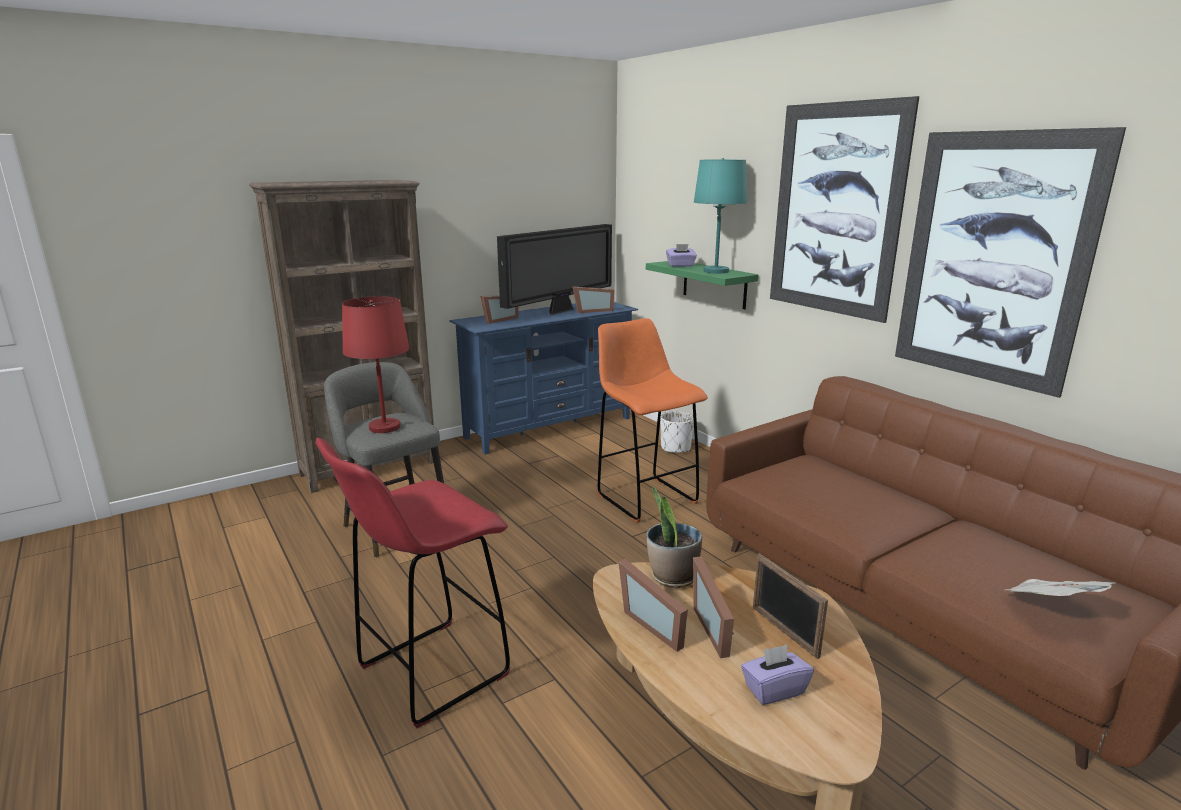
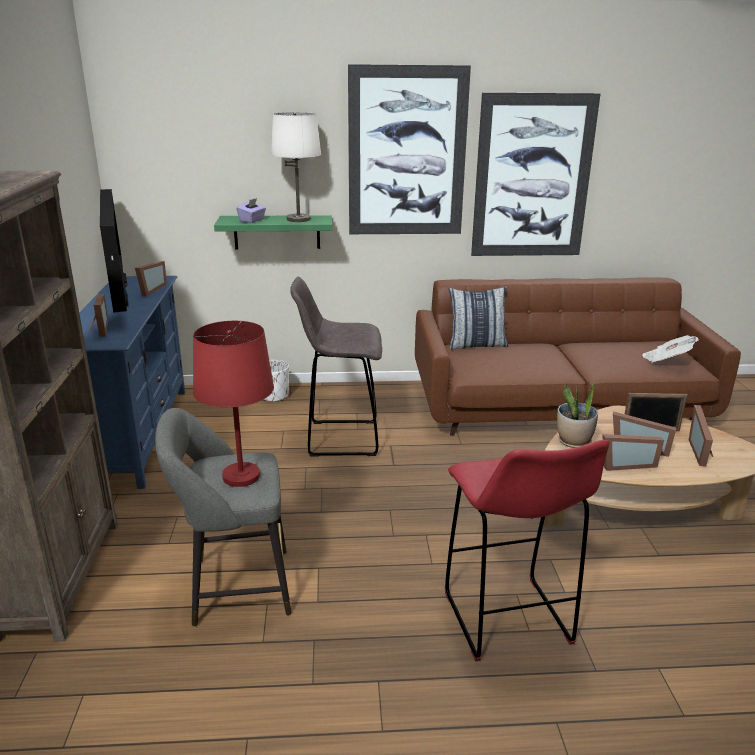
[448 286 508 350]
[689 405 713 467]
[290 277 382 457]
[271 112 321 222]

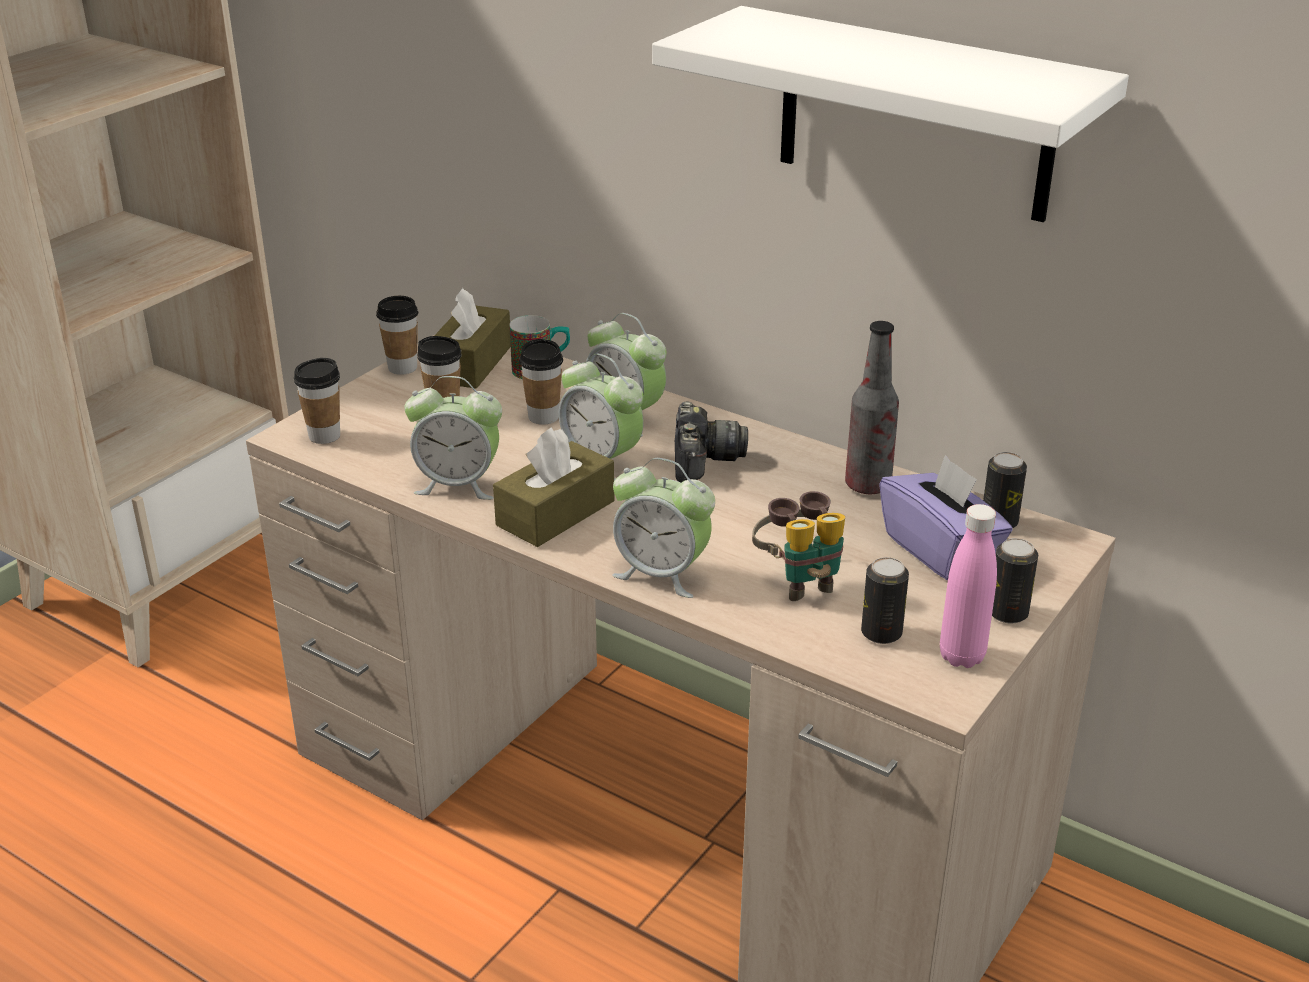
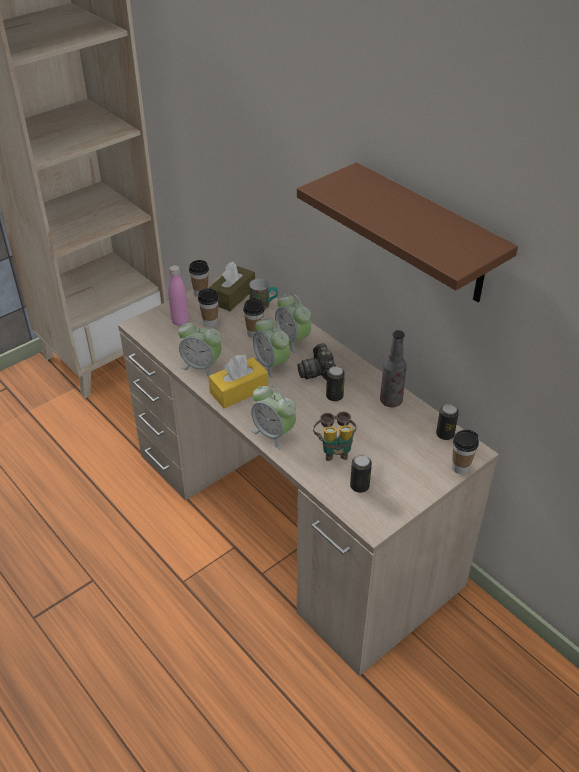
[879 455 1013 580] (first image)
[452 430 479 474]
[168 265 189 326]
[326 366 345 401]
[209 355 268 408]
[297 162 518 302]
[297 343 336 381]

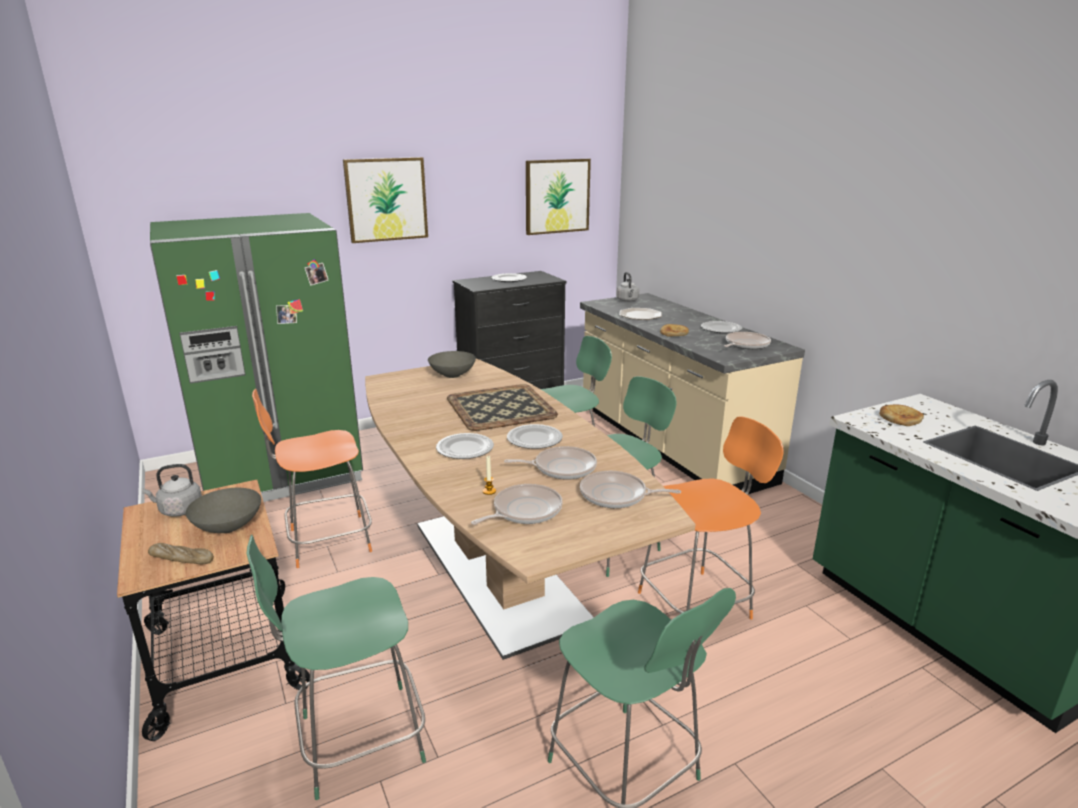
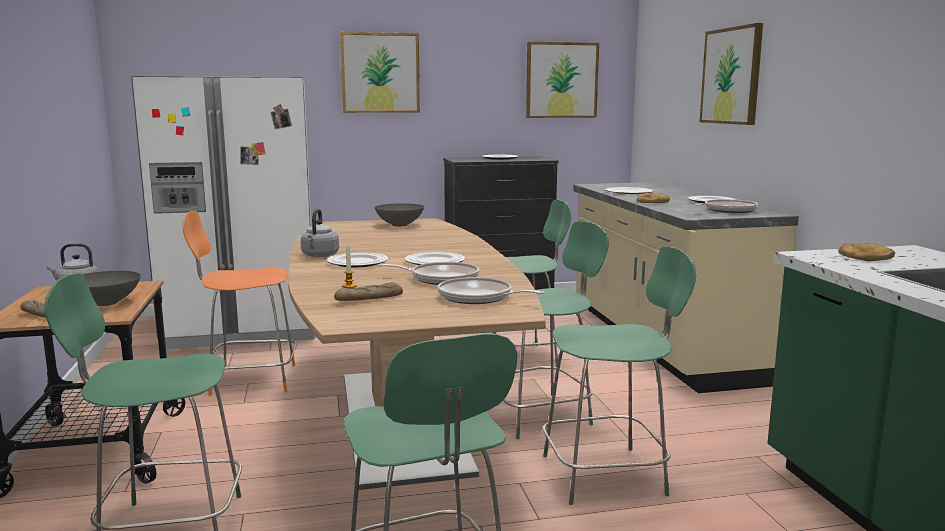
[447 384 558 431] (first image)
[700 23 763 125]
[301 209 339 257]
[334 282 403 301]
[131 76 316 349]
[543 246 696 505]

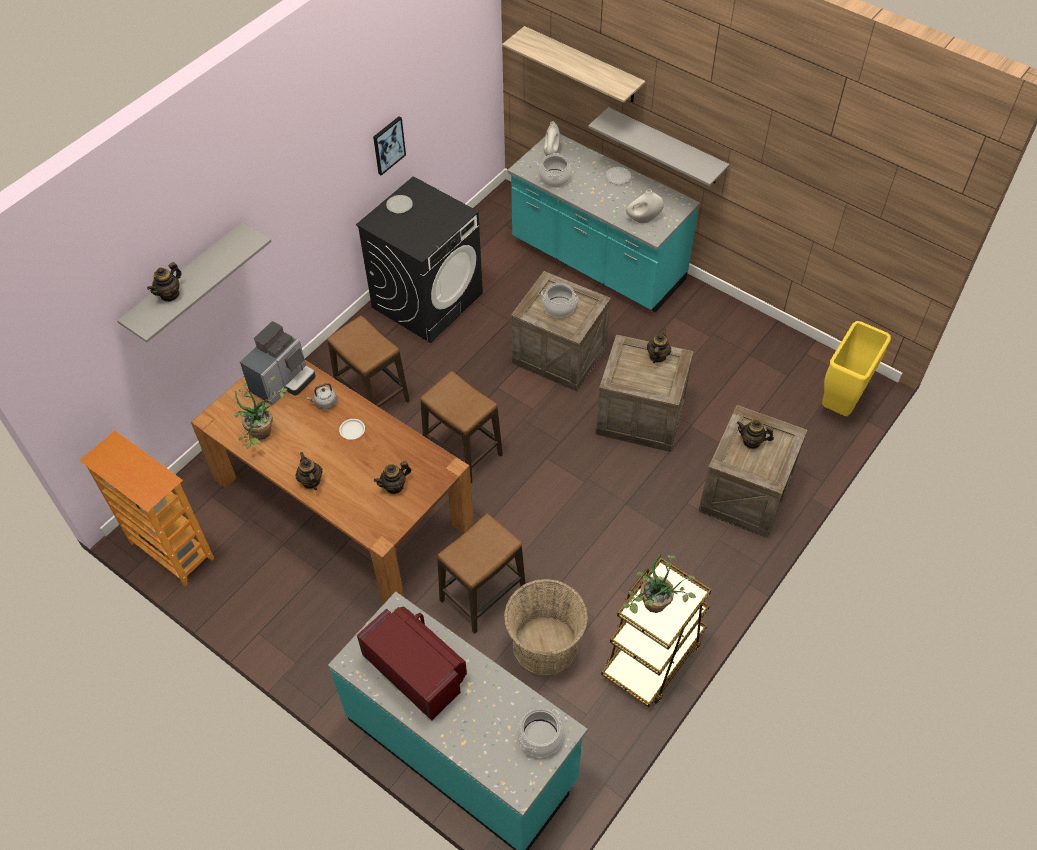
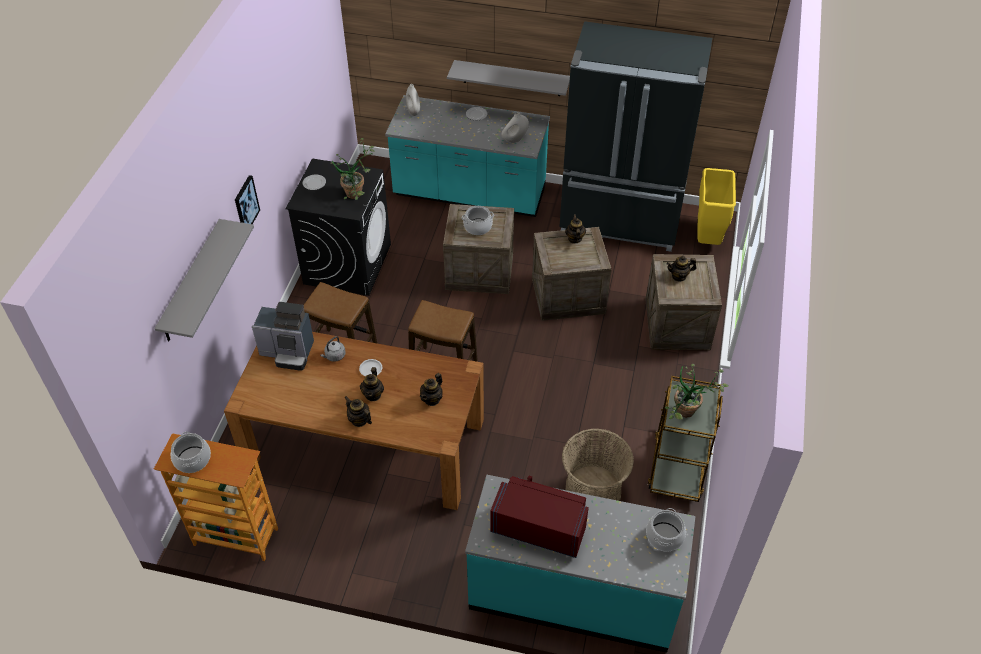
[437 514 525 634] (first image)
[502 26 645 103] (first image)
[559 21 712 252]
[360 367 384 401]
[330 138 375 200]
[235 175 260 224]
[171 432 211 473]
[252 302 314 371]

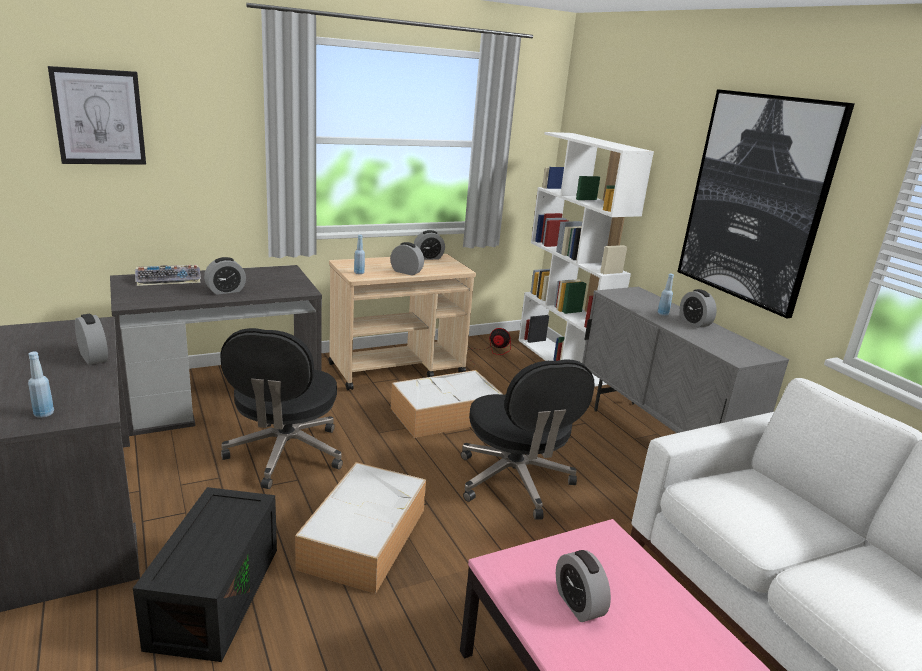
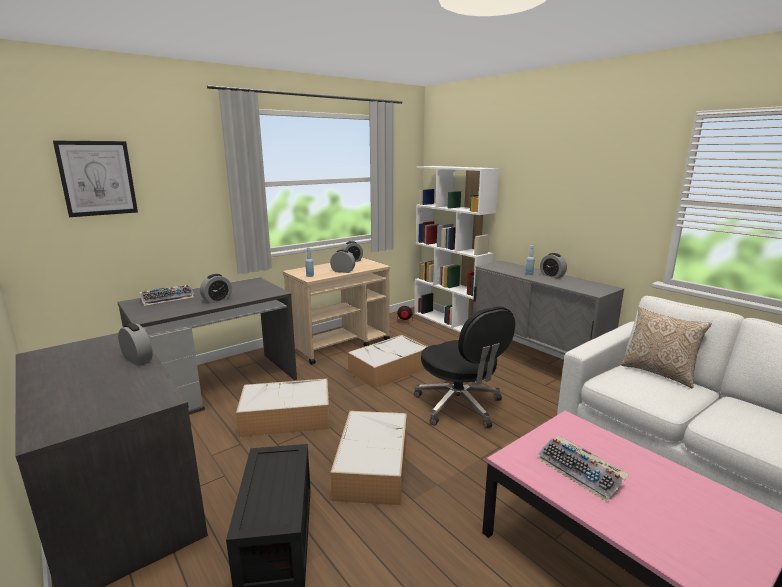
[28 352 54 418] (first image)
[677 89 855 318] (first image)
[621 307 712 388]
[236 378 330 437]
[537 435 629 502]

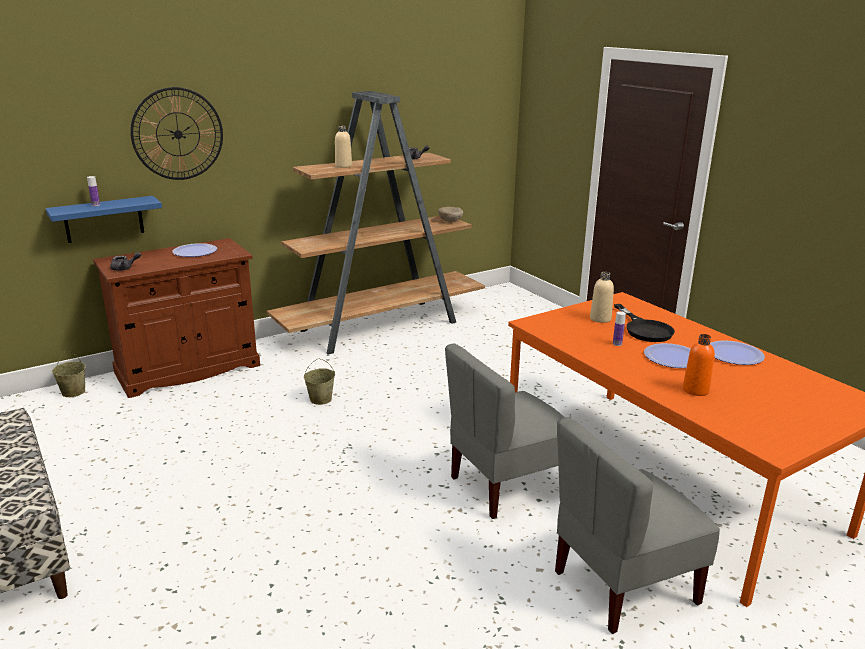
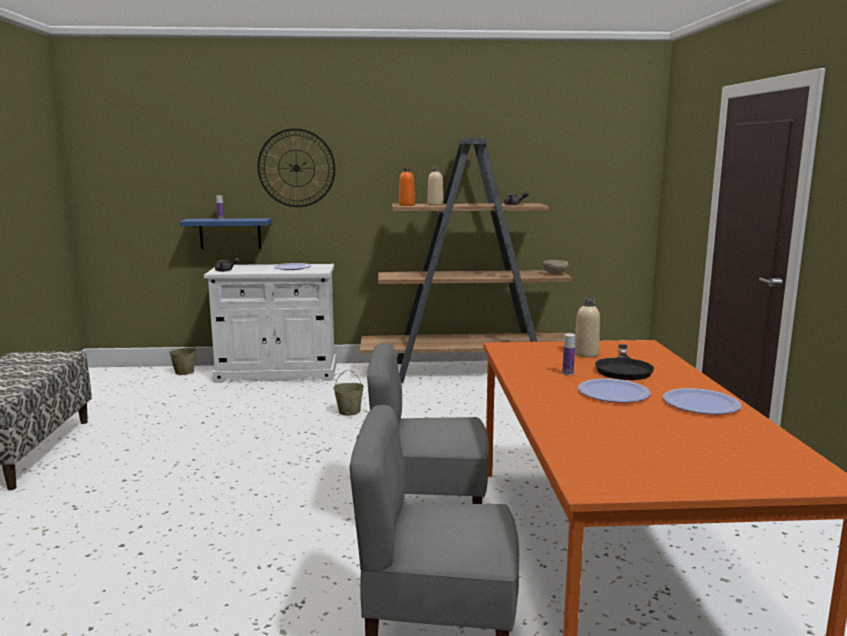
[399 167 415 206]
[204 264 337 383]

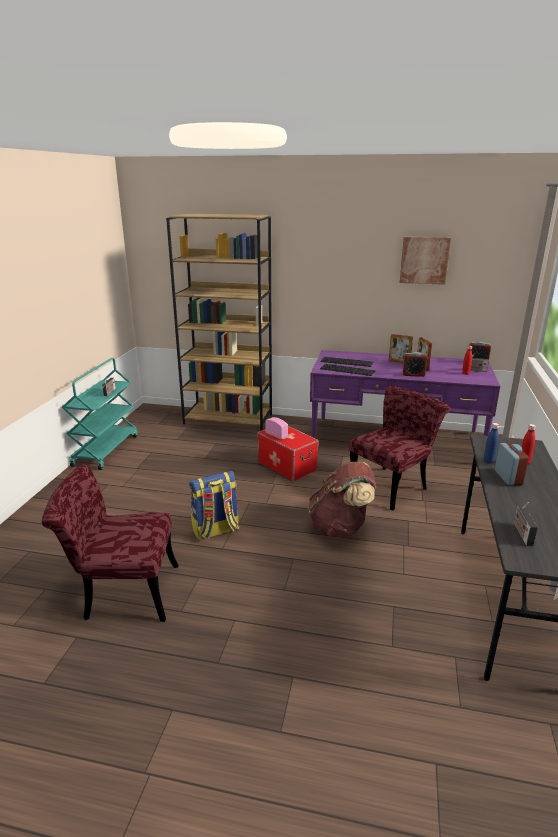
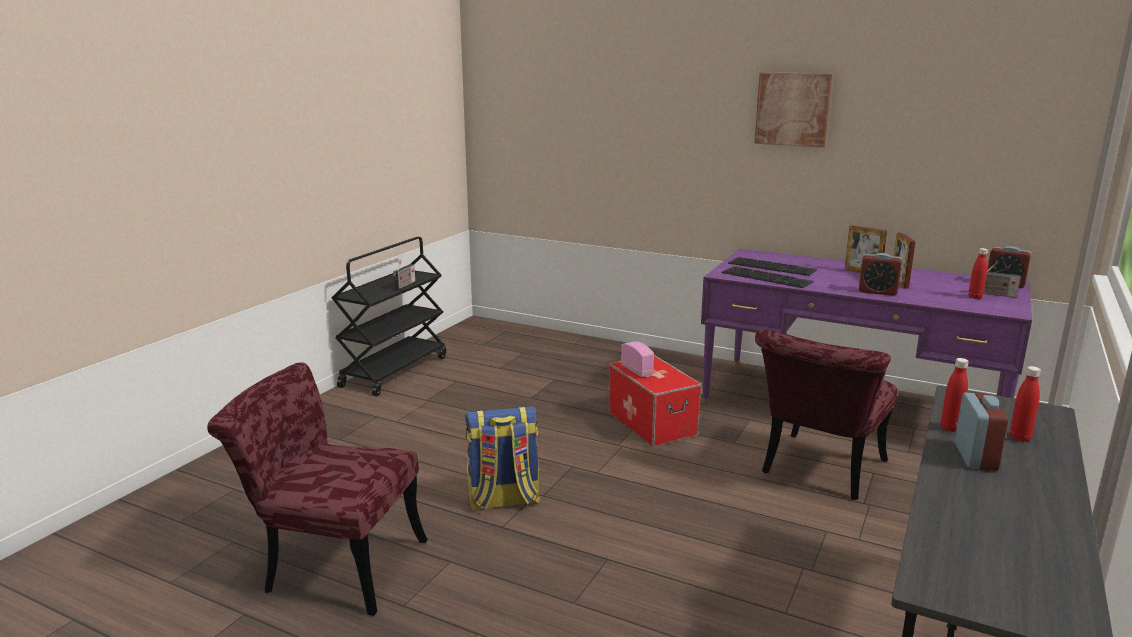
[166 214 272 431] (first image)
[309 461 376 538] (first image)
[514 502 538 546] (first image)
[754 72 833 148]
[332 237 446 396]
[941 358 969 432]
[755 329 897 500]

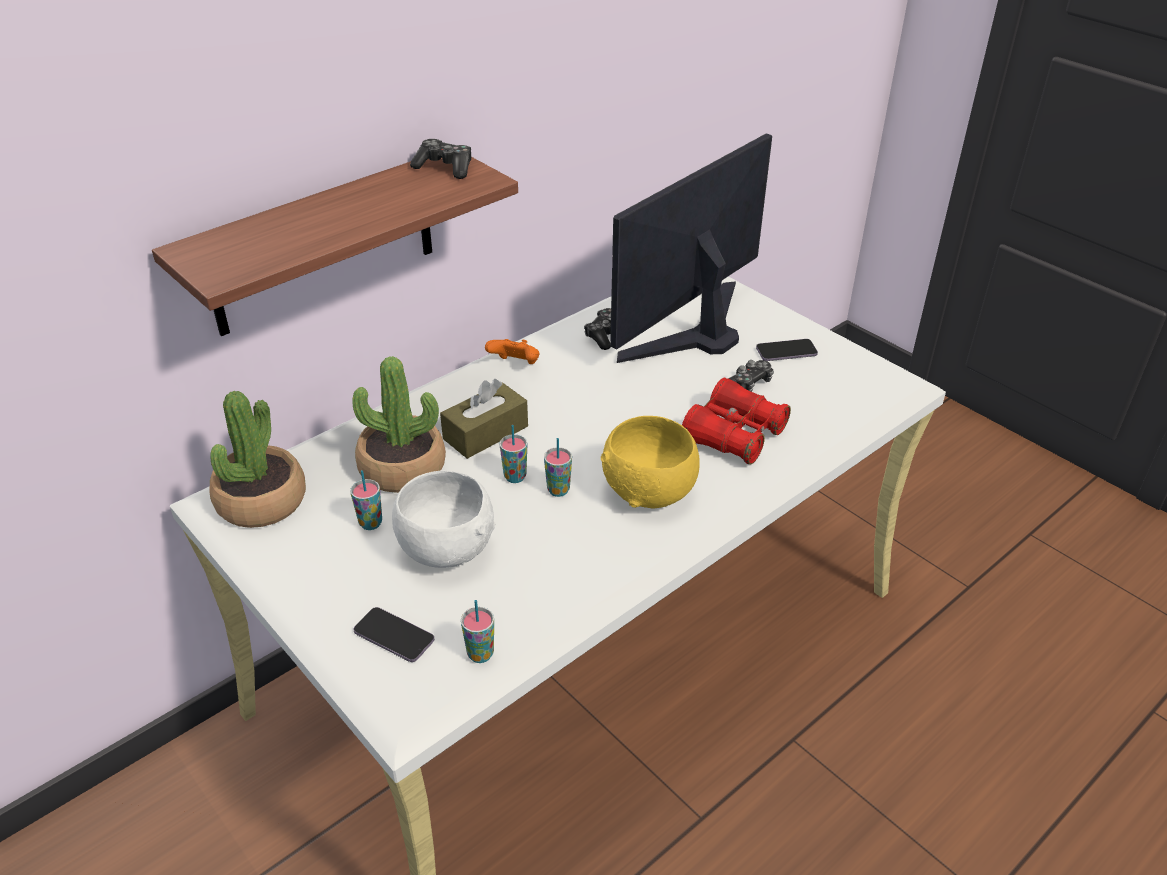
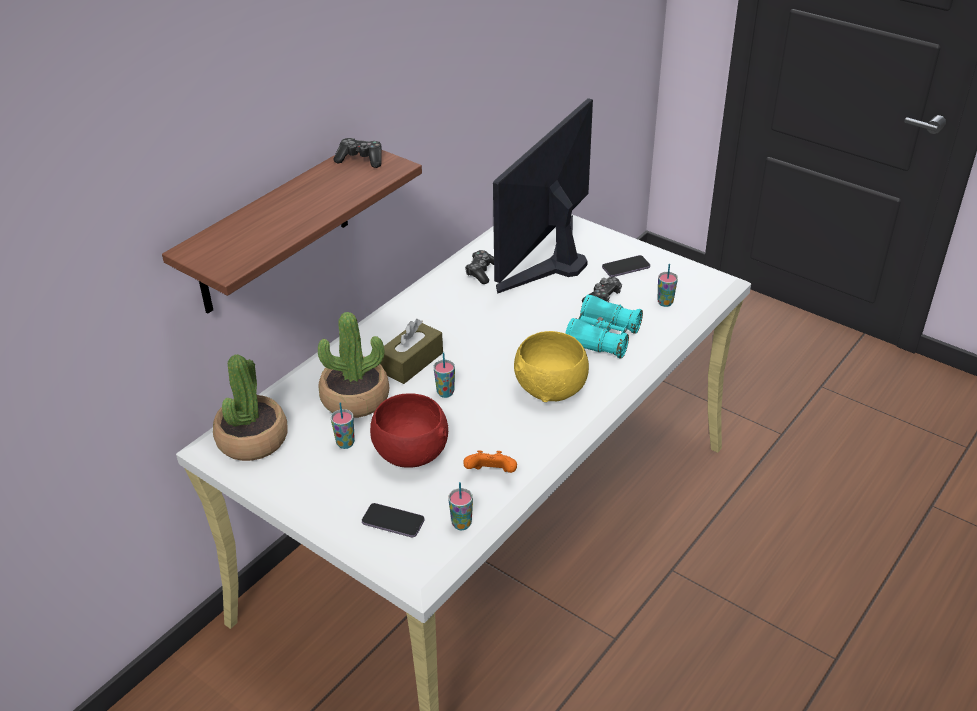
[463 450 517 473]
[657 264 678 307]
[370 393 448 468]
[565 294 643 358]

